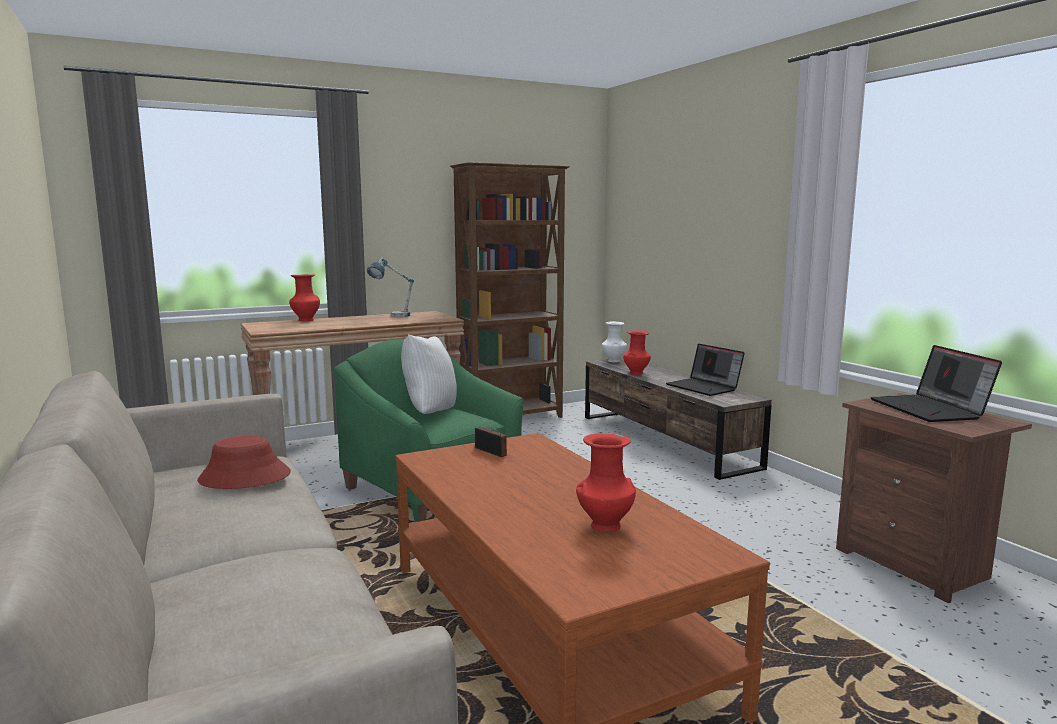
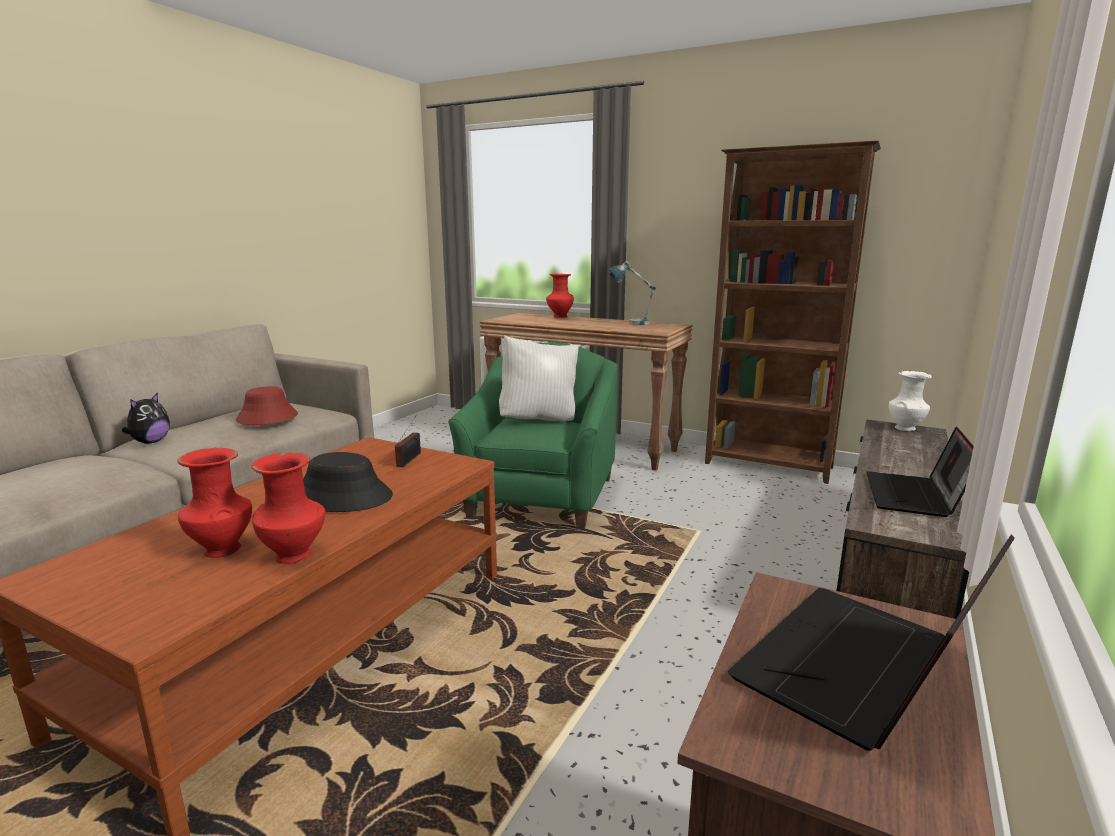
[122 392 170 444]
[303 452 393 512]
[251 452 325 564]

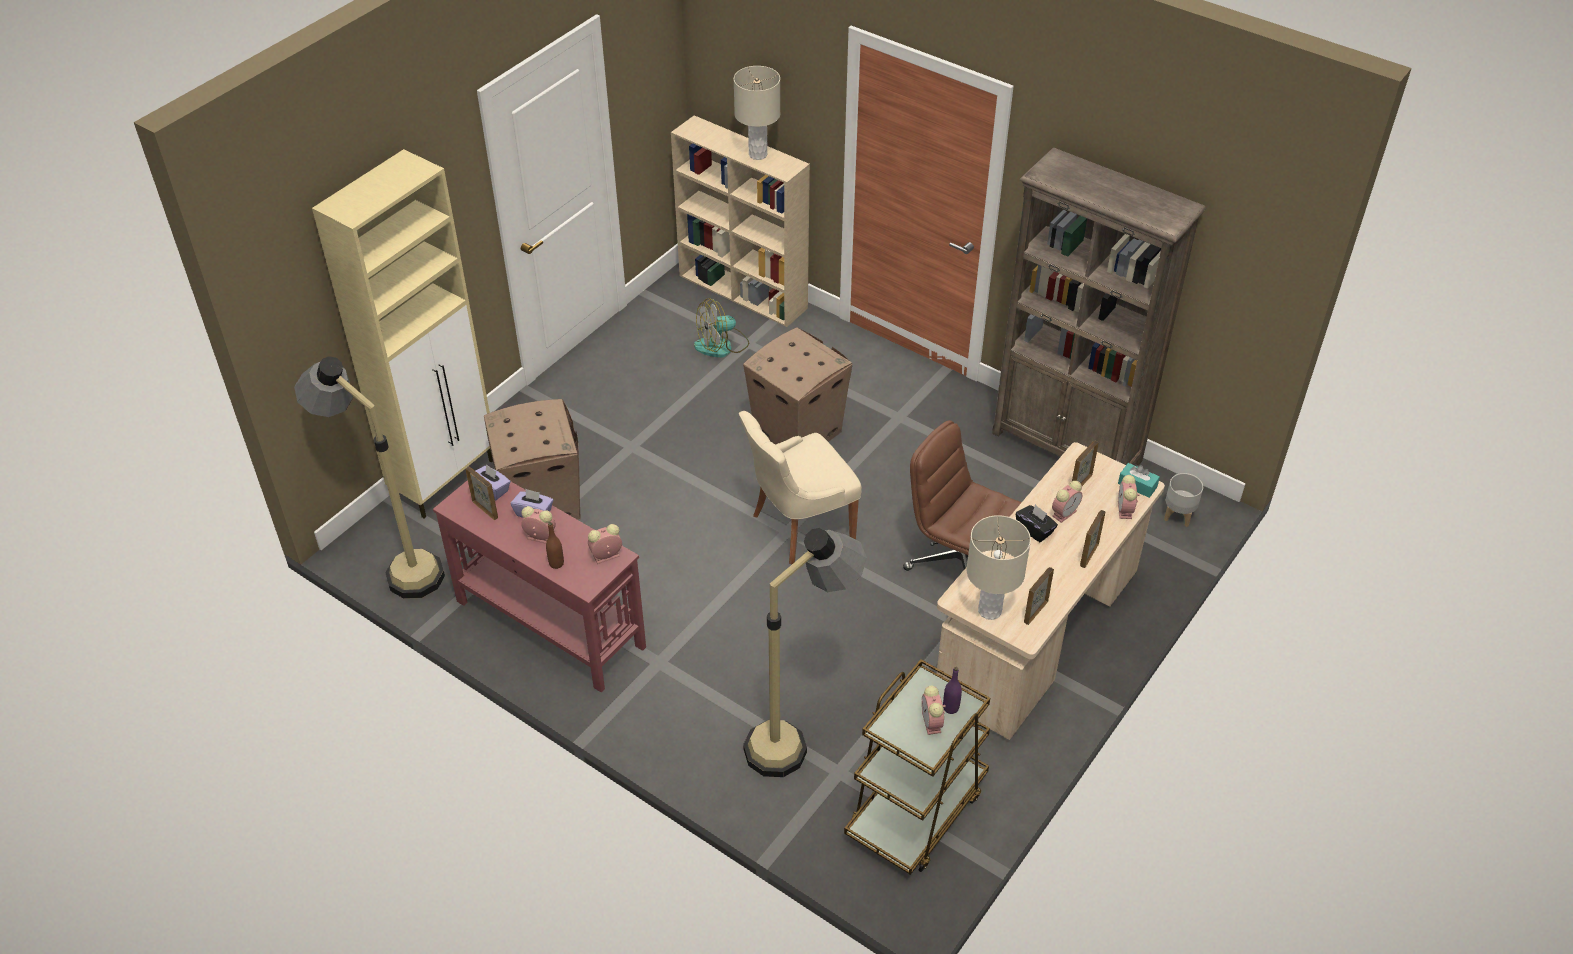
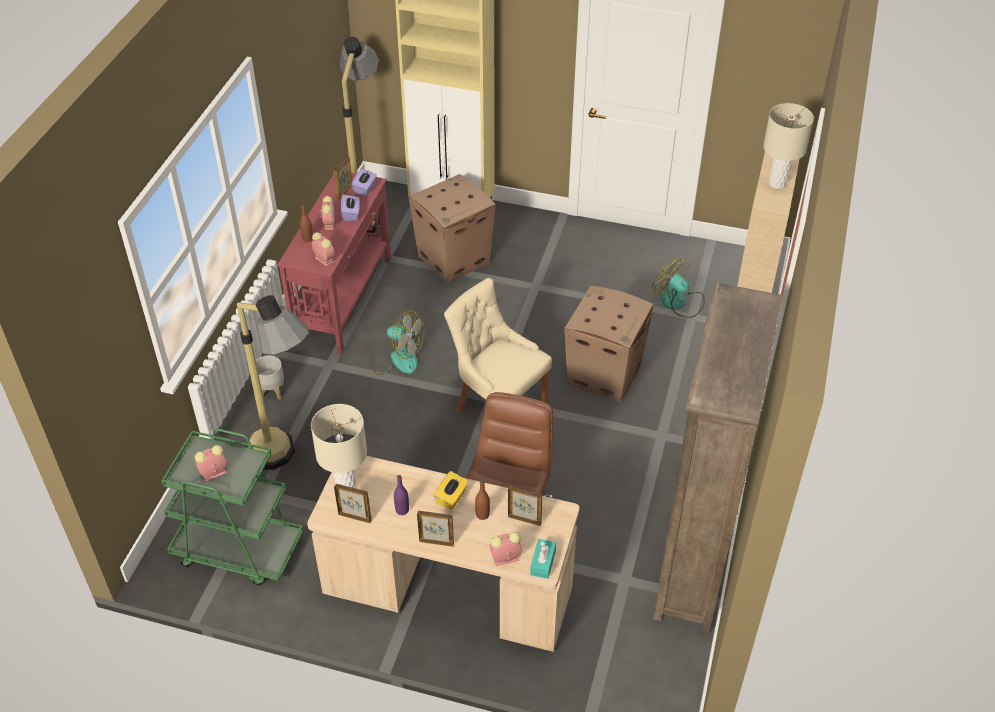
[371 310 424 375]
[394 475 409 515]
[256 356 284 400]
[475 480 490 520]
[162 428 304 585]
[434 471 468 510]

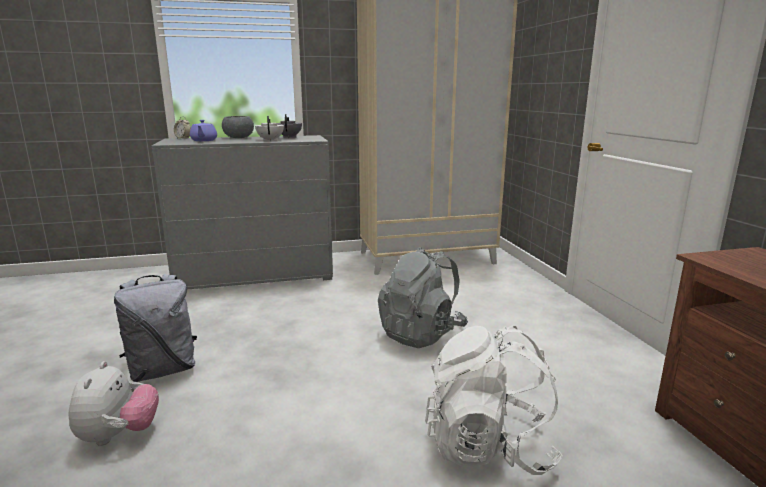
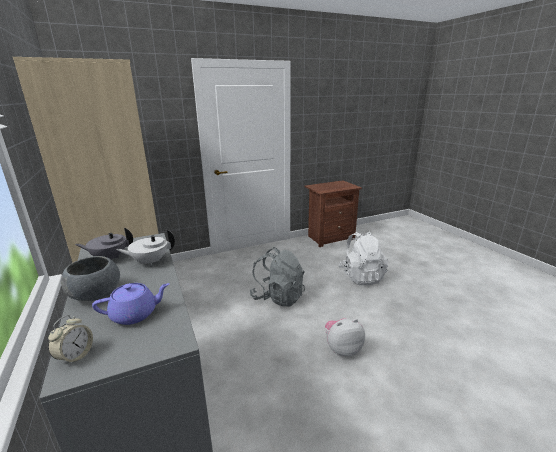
[114 274 197 382] (first image)
[325 318 365 357]

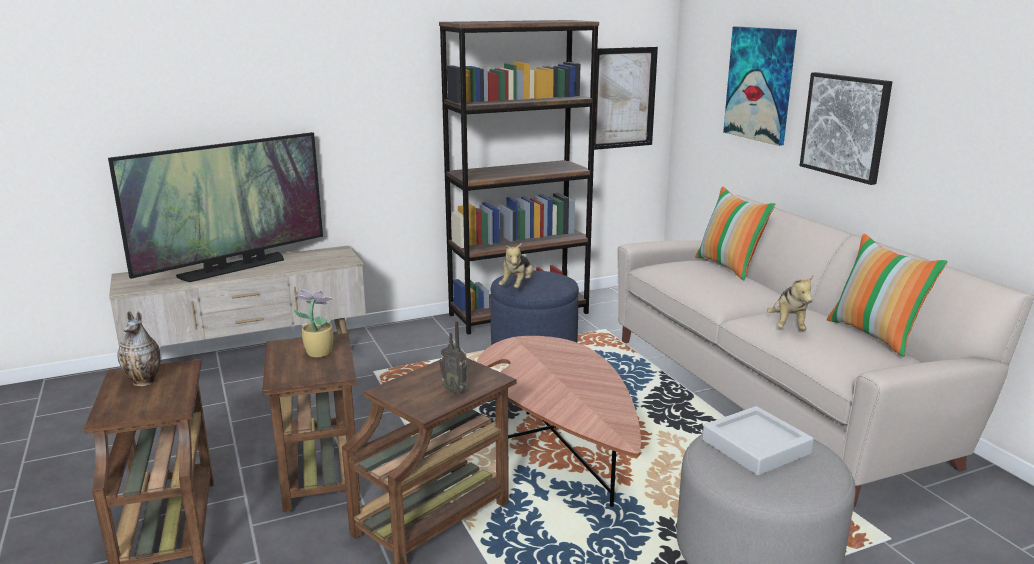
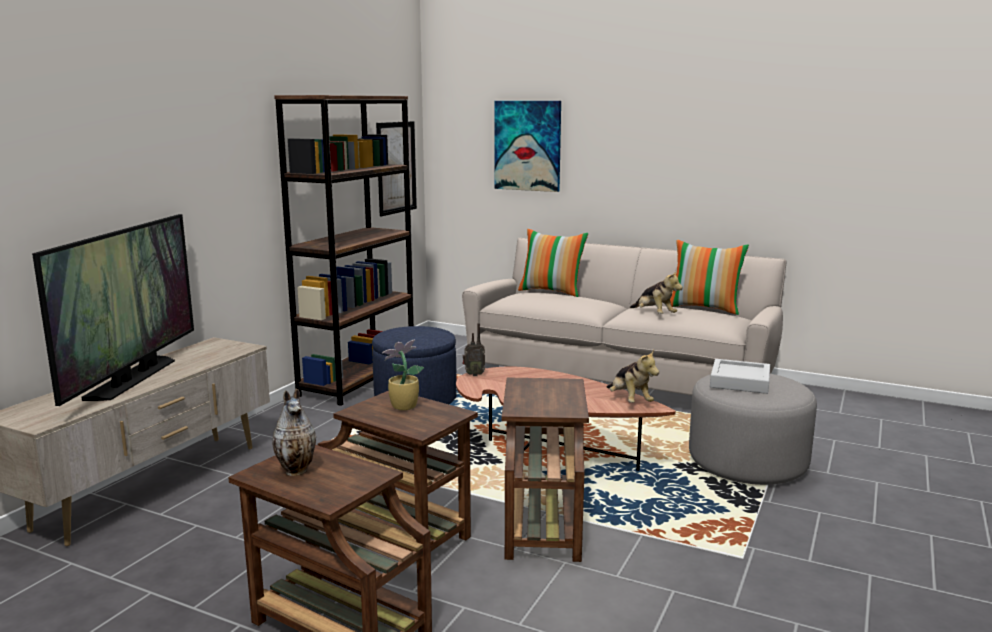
[800 72 892 185] (first image)
[463 323 485 376]
[607 350 659 403]

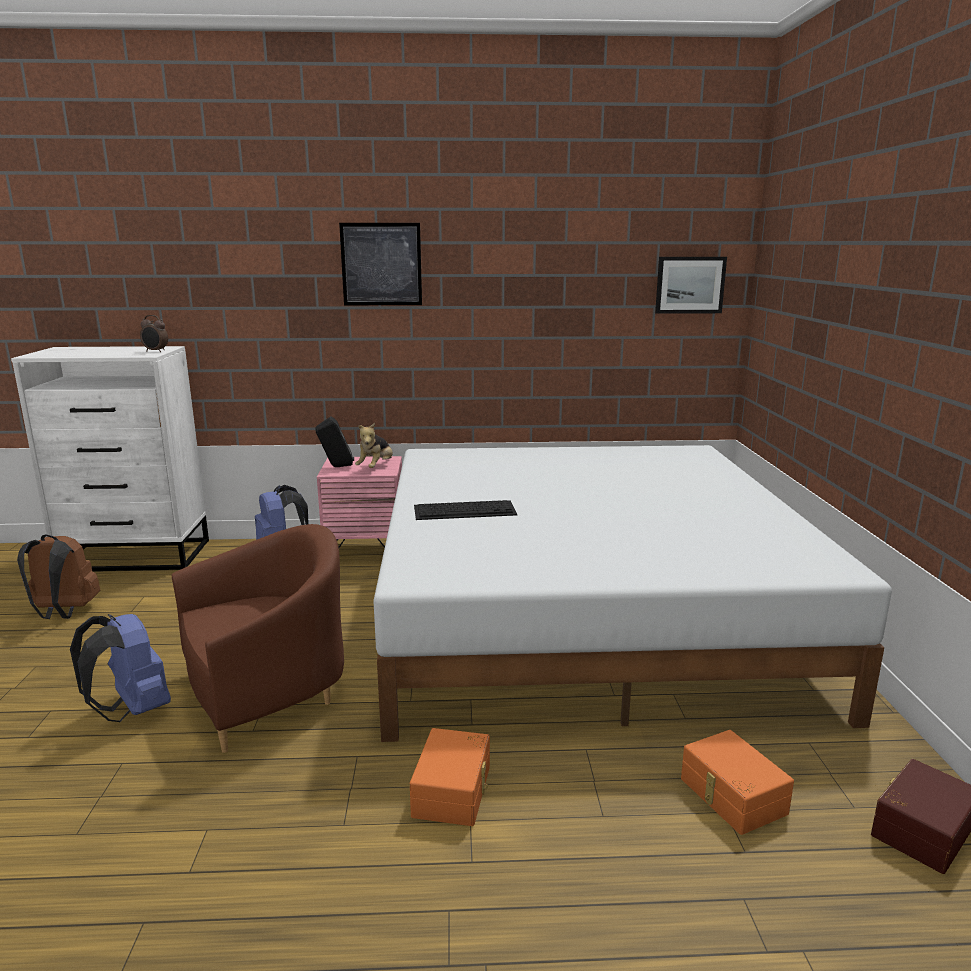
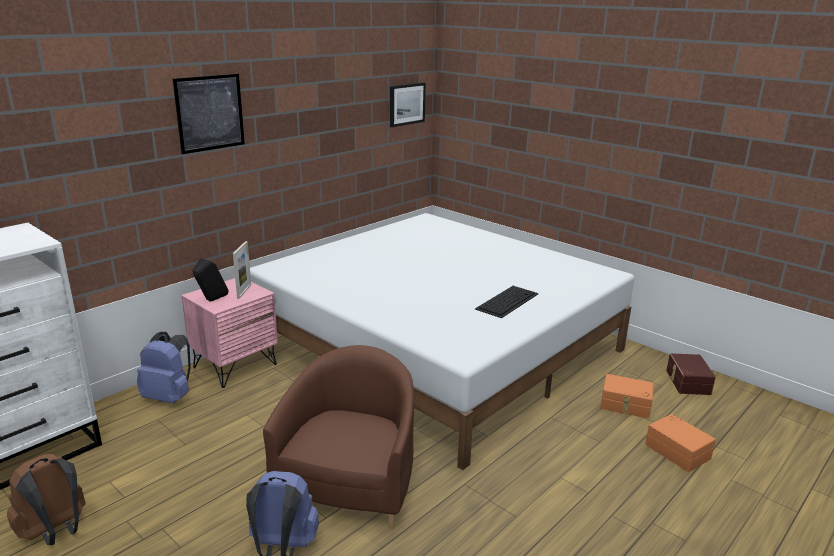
[140 315 168 352] (first image)
[645 414 716 472]
[475 286 539 318]
[233 241 251 299]

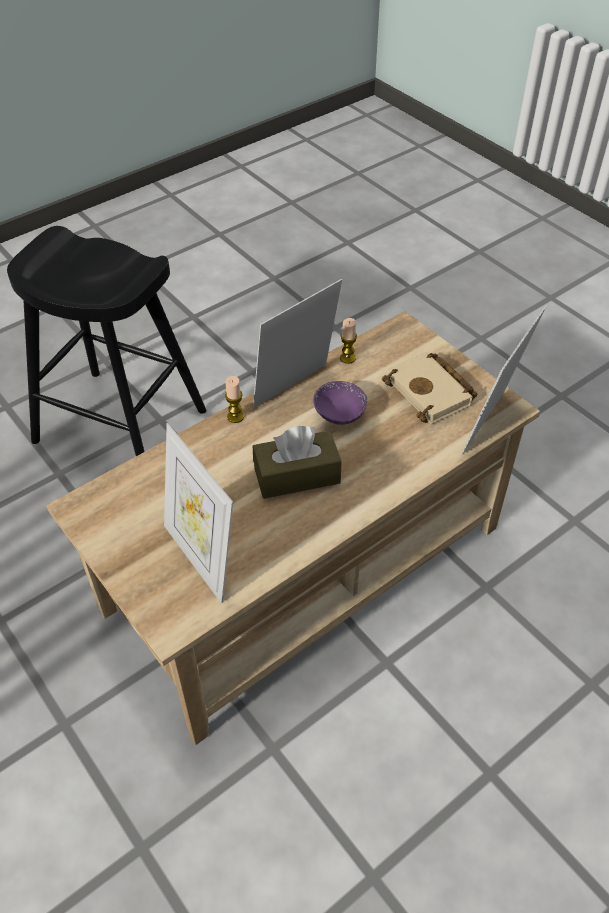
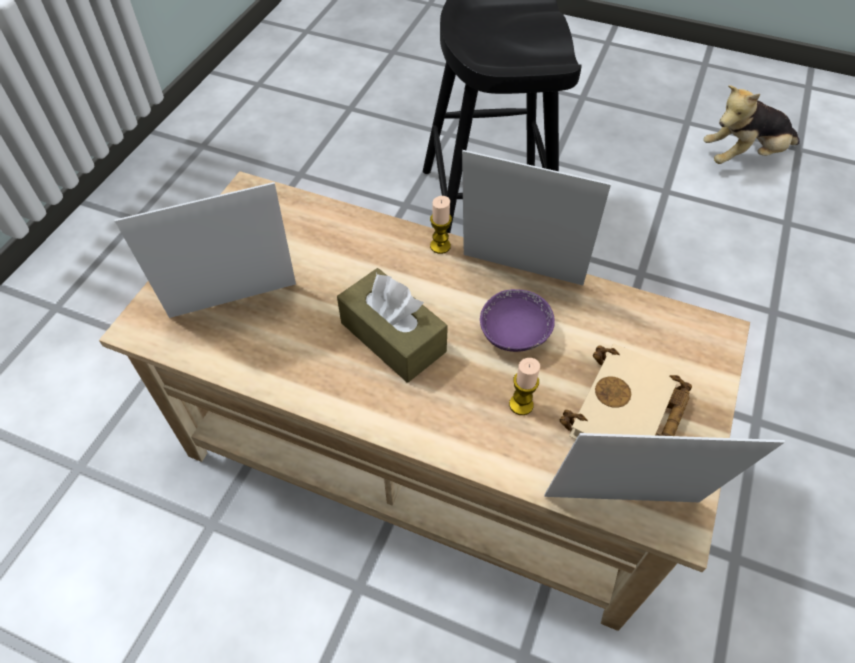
[703 85 800 164]
[509 358 540 415]
[115 182 296 318]

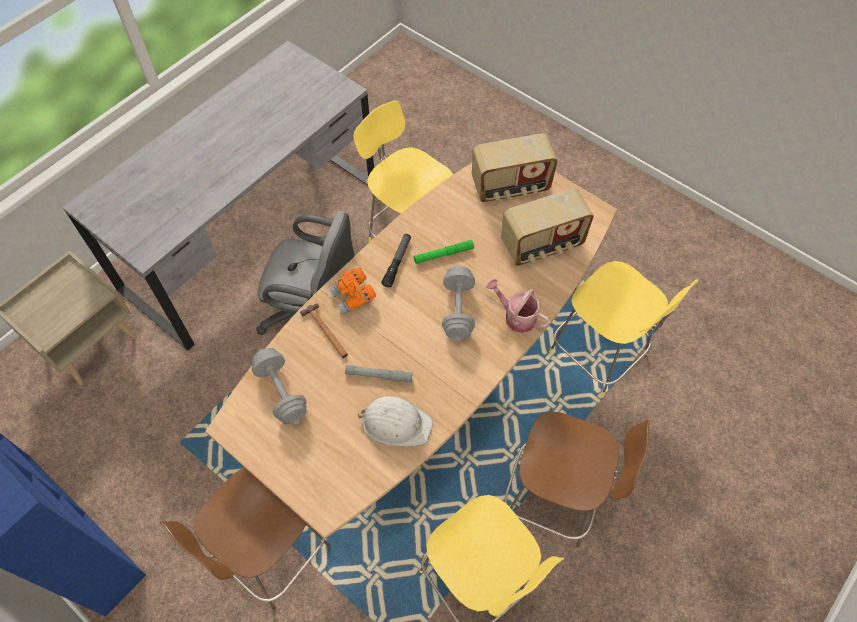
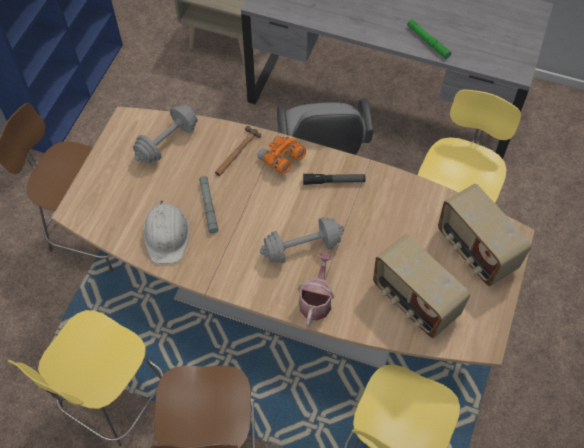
[407 20 451 59]

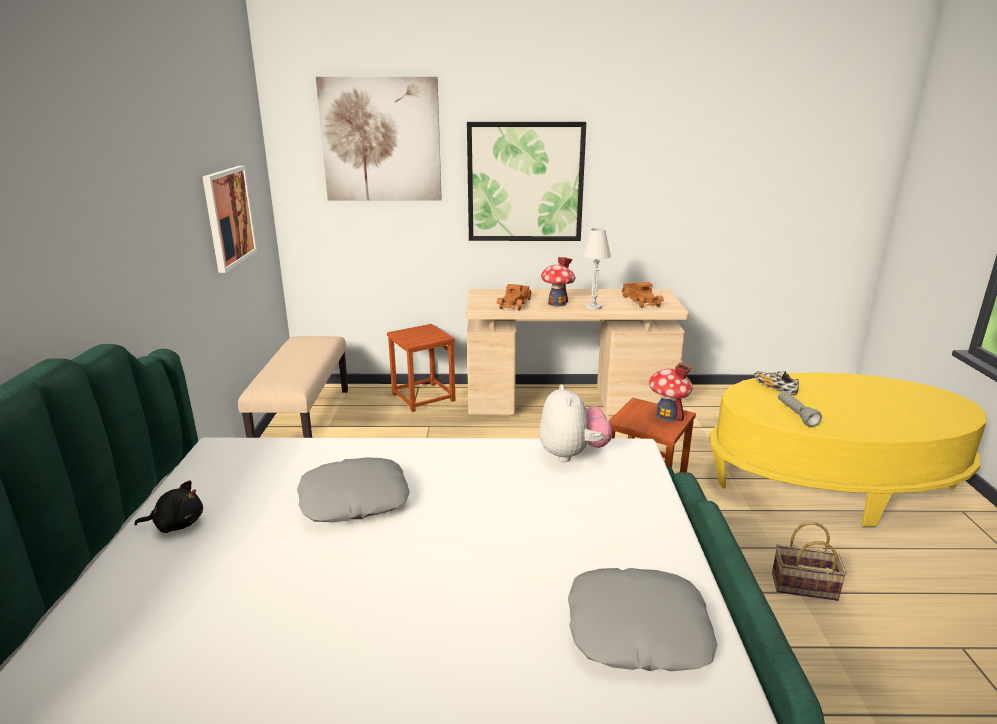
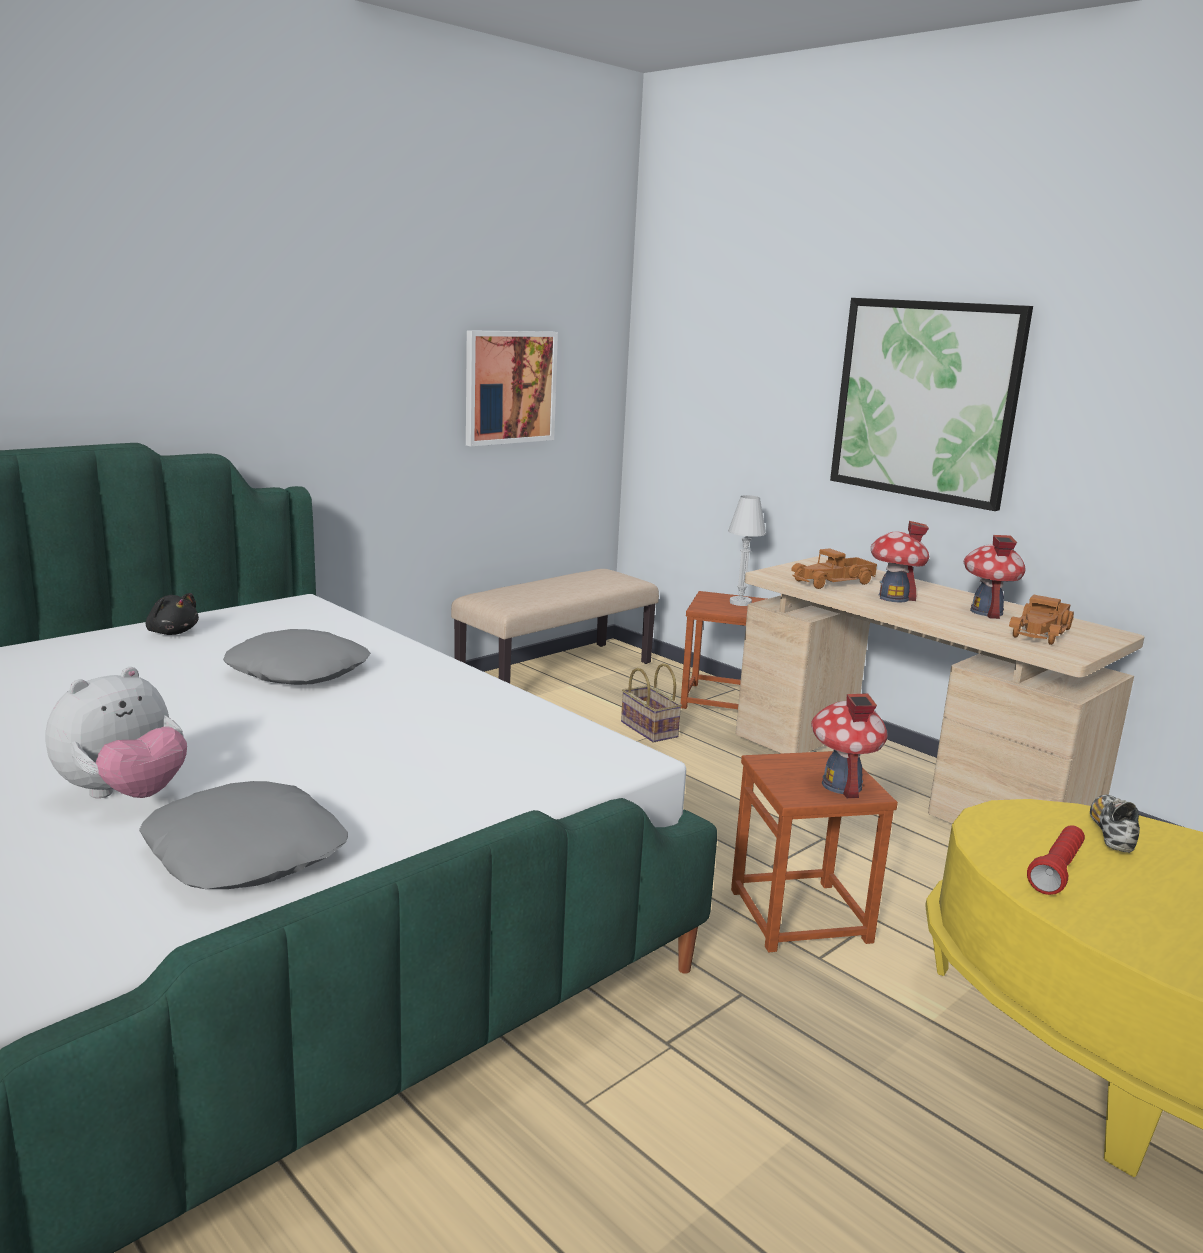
[316 77 442 201] (first image)
[964 535 1026 619]
[45 667 187 798]
[728 495 766 606]
[621 663 682 743]
[1027 825 1085 895]

